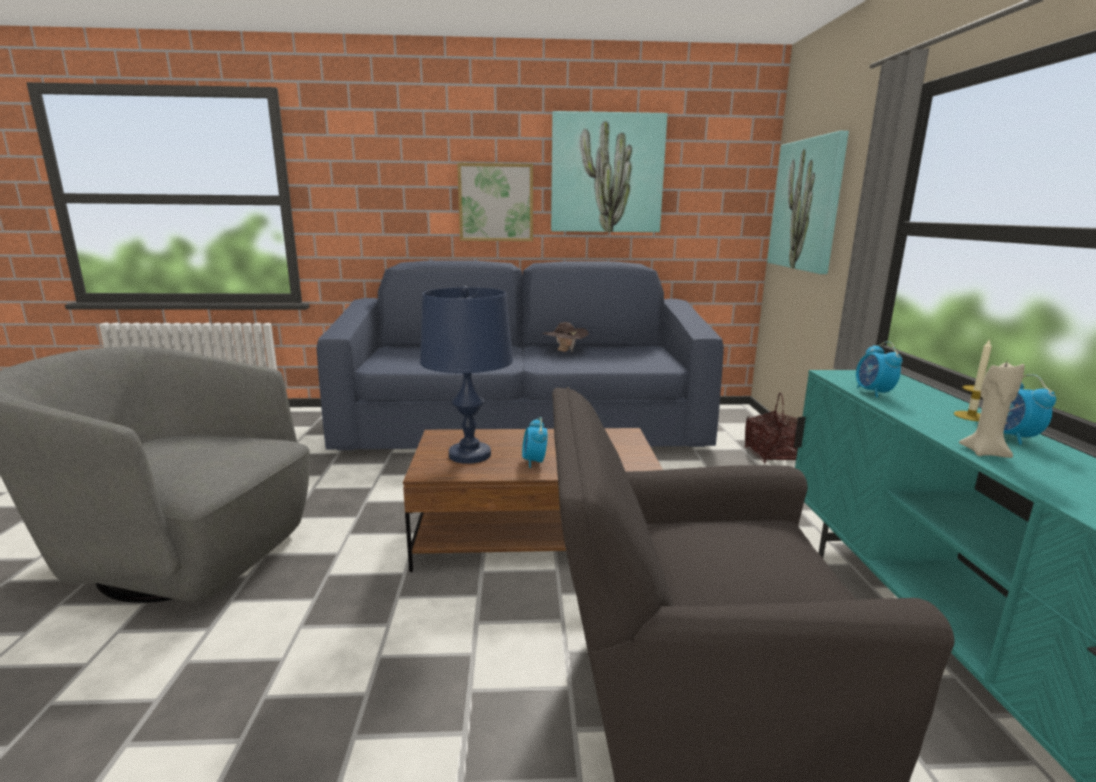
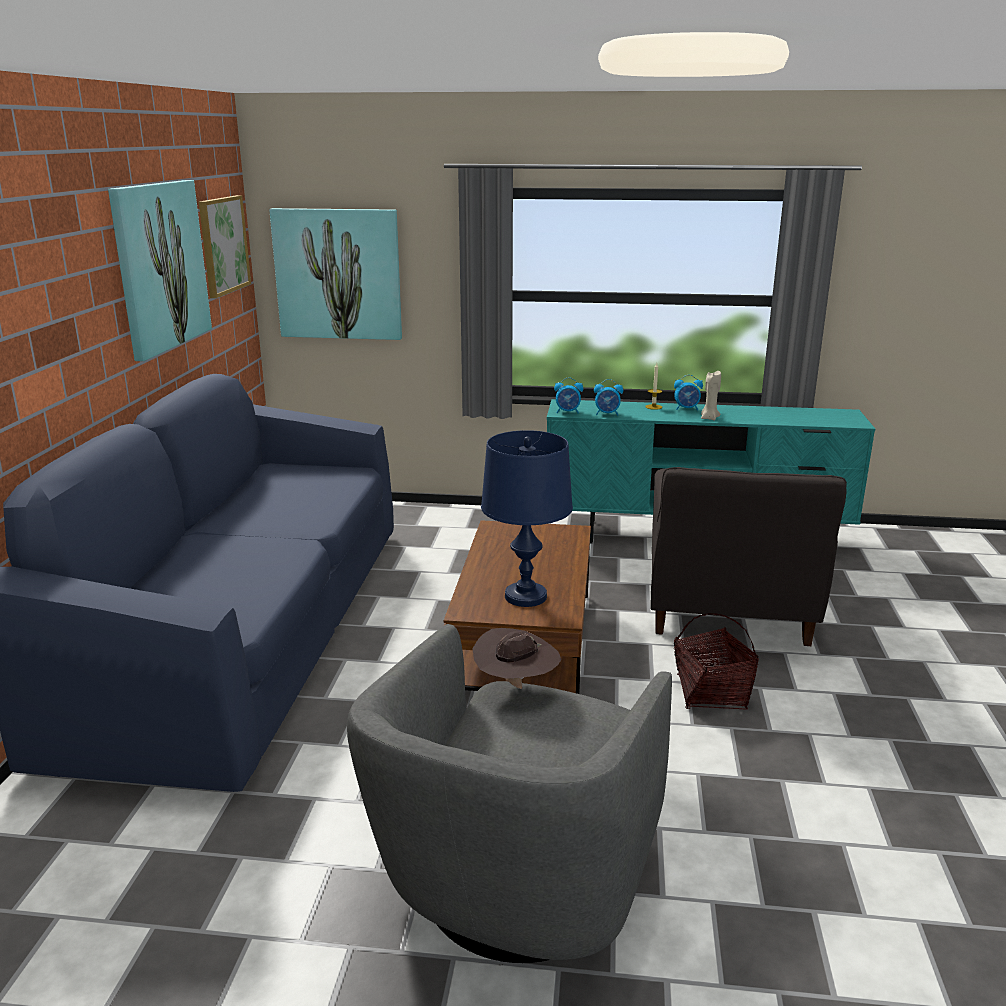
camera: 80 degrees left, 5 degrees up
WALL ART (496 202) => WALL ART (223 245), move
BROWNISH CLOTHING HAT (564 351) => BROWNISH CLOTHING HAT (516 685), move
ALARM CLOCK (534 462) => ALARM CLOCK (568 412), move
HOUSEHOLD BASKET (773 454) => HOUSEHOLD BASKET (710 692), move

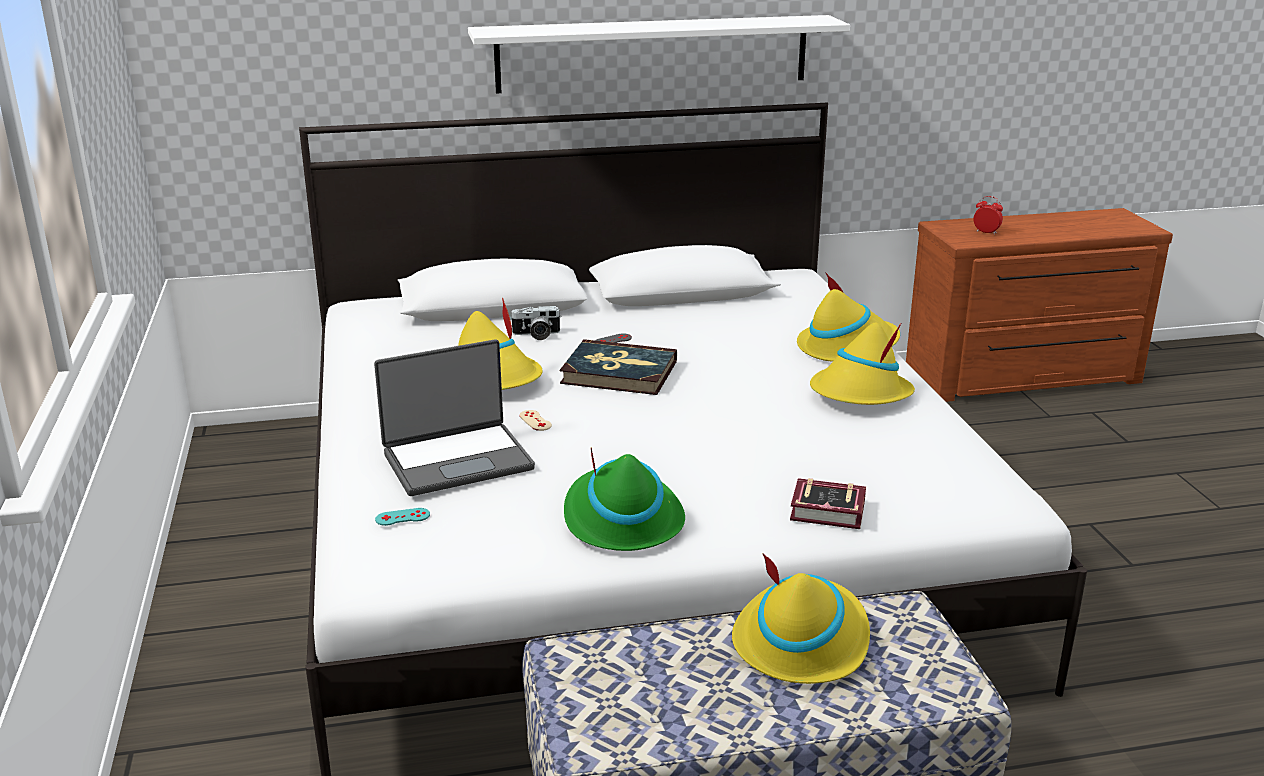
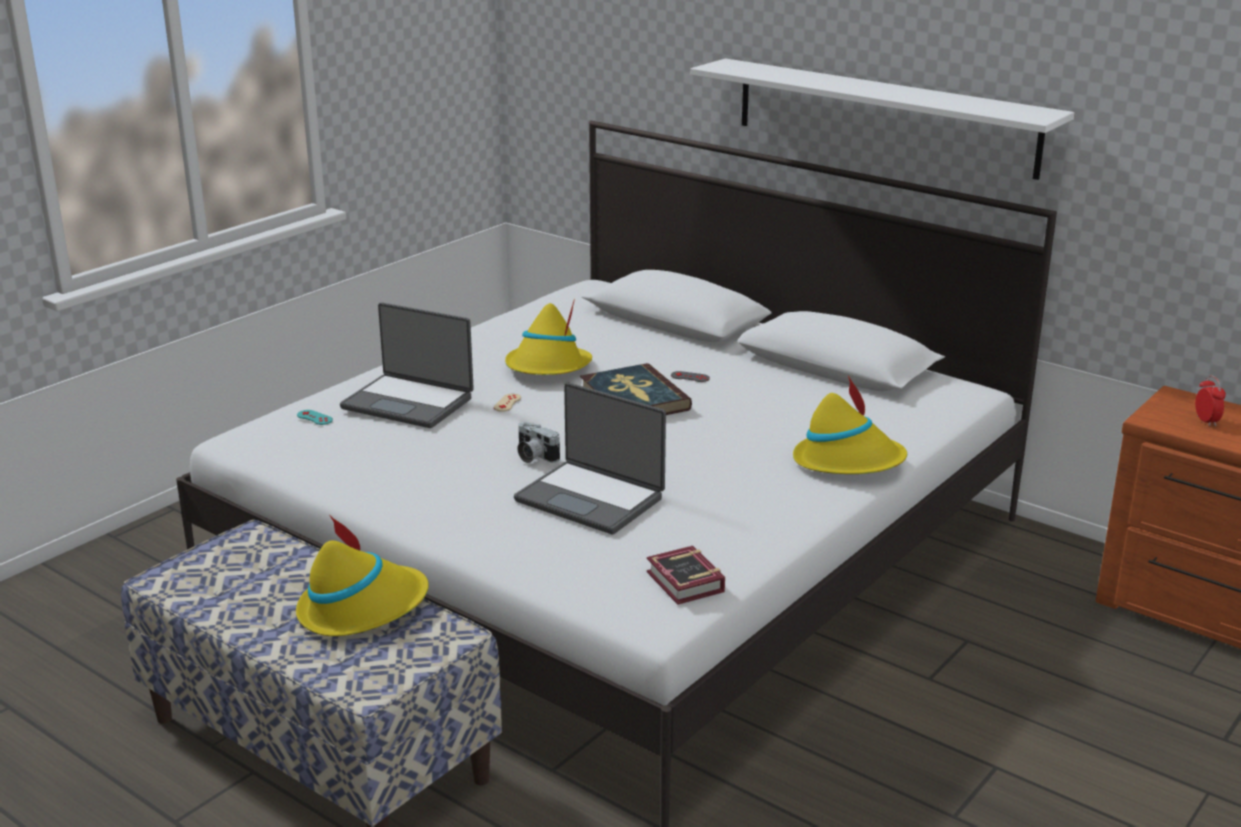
camera: 50 degrees right, 0 degrees up
nothing => LAPTOP (591 498)
STILL CAMERA (536 335) => STILL CAMERA (533 456), move
BOUND BOOK (830 512) => BOUND BOOK (685 584), move
GREENISH CLOTHING HAT (621 518) => nothing
YELLOW CLOTHING HAT (859 394) => nothing

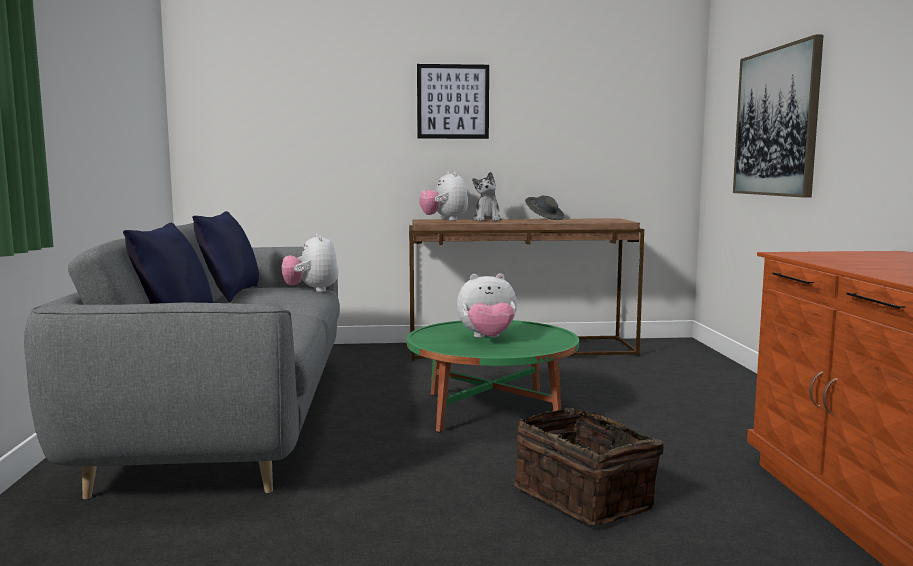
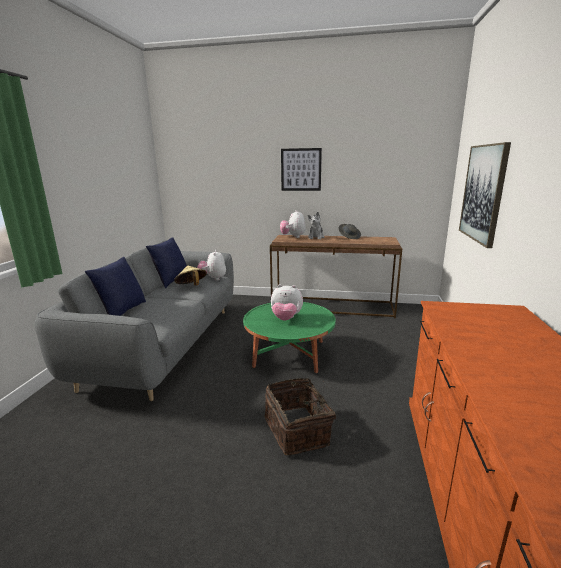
camera: 15 degrees right, 10 degrees up
nothing => SAND-COLOURED CLOTHING HAT (191 286)

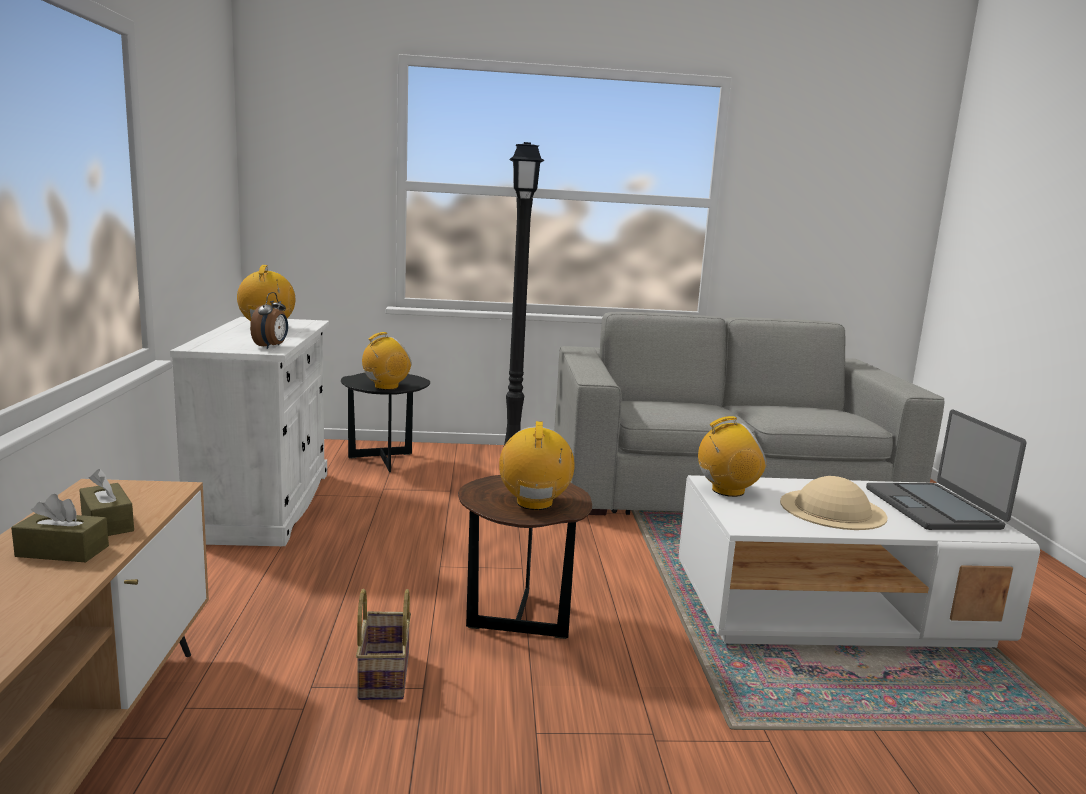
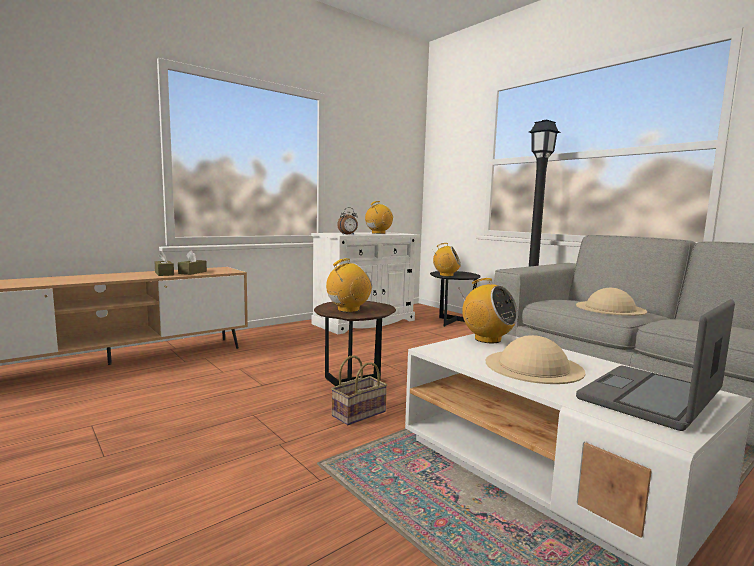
camera: 55 degrees right, 5 degrees down
HOUSEHOLD BASKET (382 674) => HOUSEHOLD BASKET (359 413), move
nothing => SAND-COLOURED CLOTHING HAT (610 308)

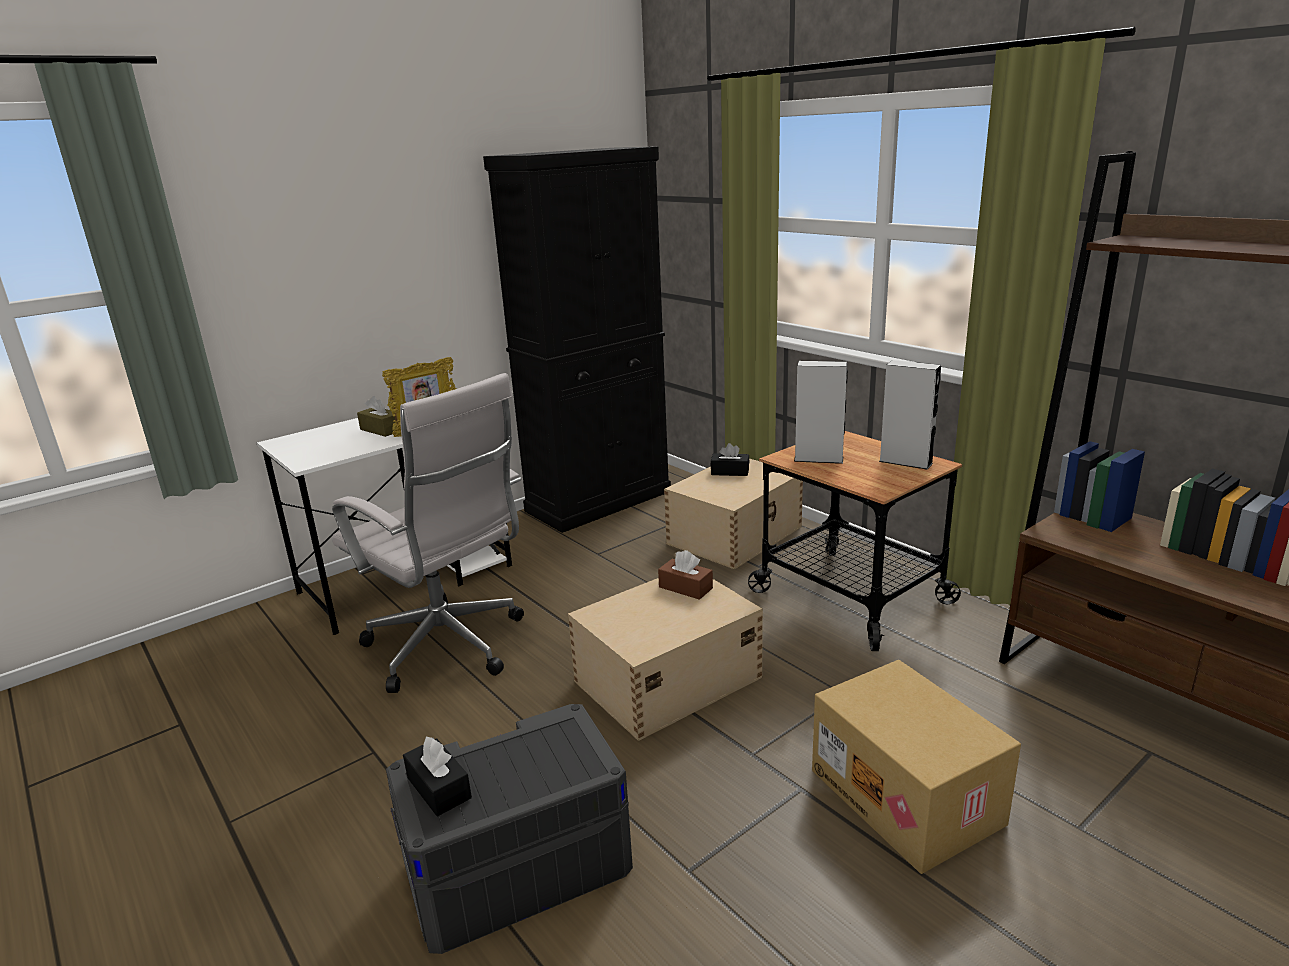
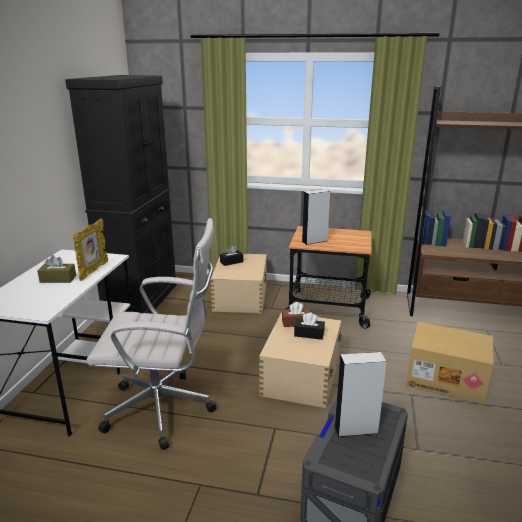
camera: 40 degrees left, 0 degrees up
BLACK-COLOURED TISSUE BOX (439 788) => BLACK-COLOURED TISSUE BOX (309 334), move
GREYISH LOUDSPEAKER (905 462) => GREYISH LOUDSPEAKER (356 429), move

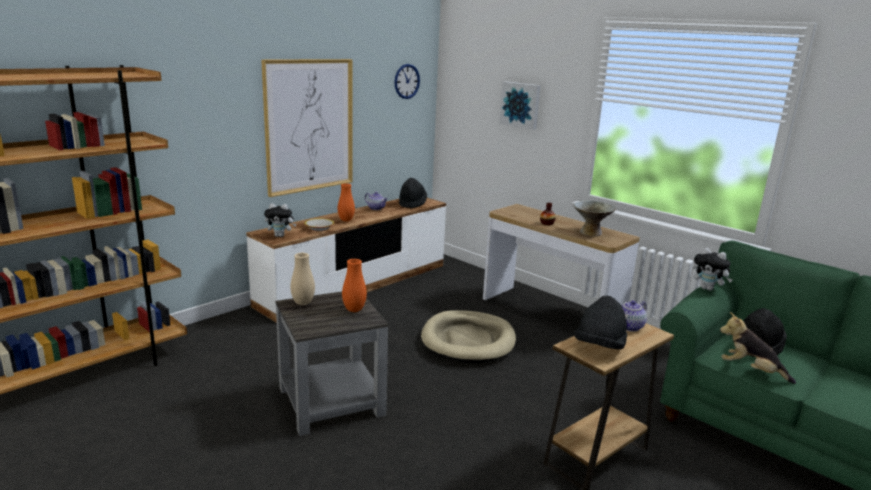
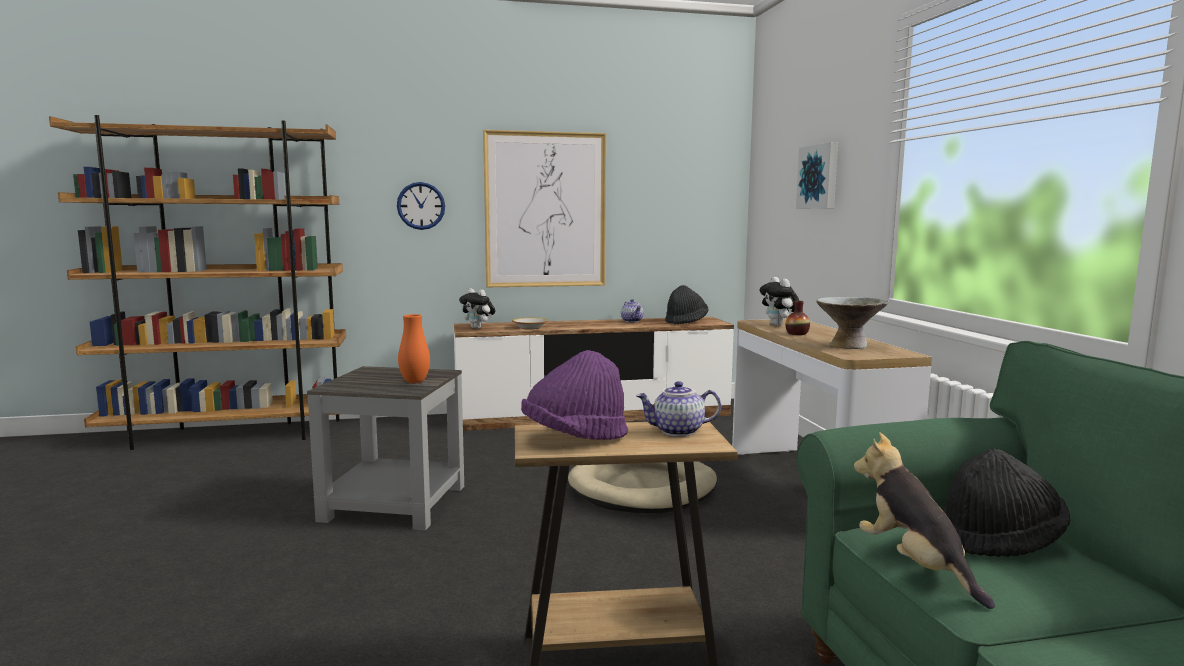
camera: 35 degrees right, 10 degrees down
HANGING CLOCK (407 81) => HANGING CLOCK (421 206), move
BLACK-COLOURED CLOTHING HAT (599 346) => PURPLISH CLOTHING HAT (575 437)
CUDDLY TOY (708 289) => CUDDLY TOY (779 325), move
SAND-COLOURED DECORATIVE VASE (303 303) => nothing
ORANGEY DECORATIVE VASE (346 220) => nothing

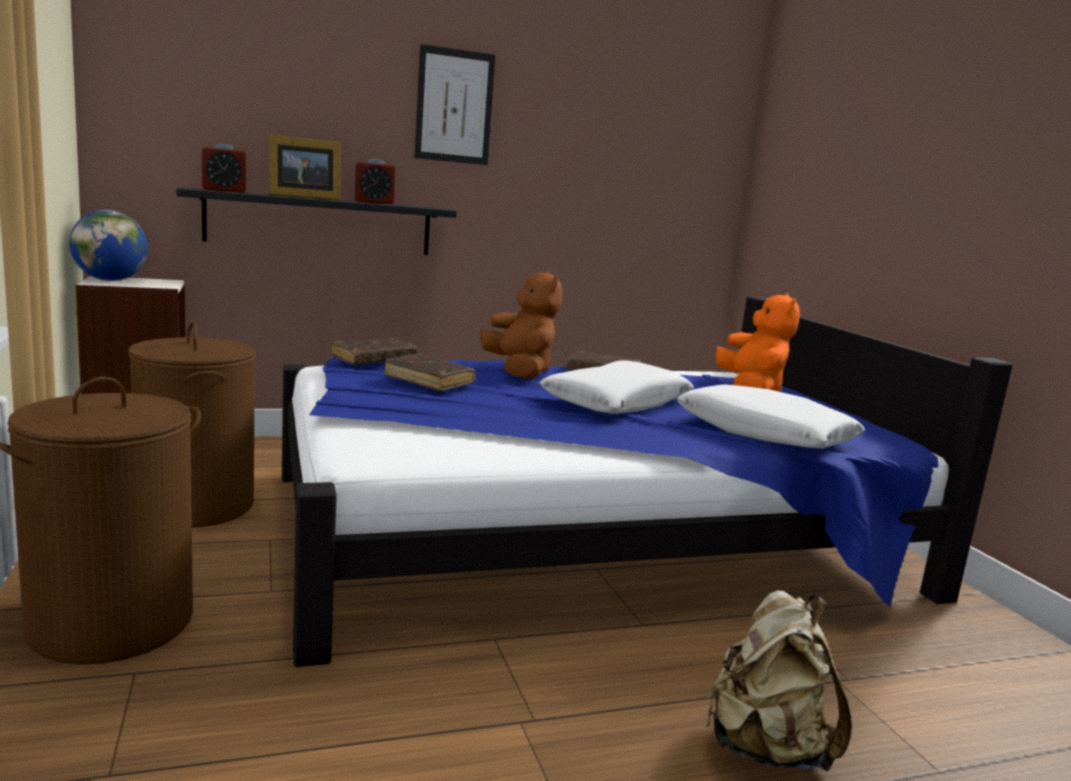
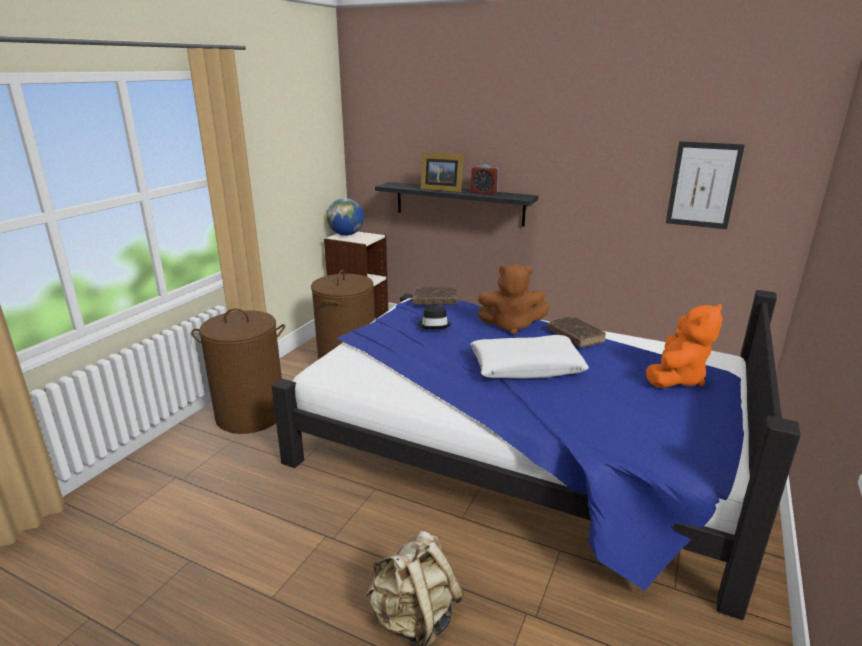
camera: 45 degrees right, 10 degrees up
BROWNISH BOUND BOOK (429 381) => BLACK-COLOURED CLOTHING HAT (434 325)
BROWNISH CUDDLY TOY (519 372) => BROWNISH CUDDLY TOY (511 326), 75 degrees clockwise
WALL ART (454 106) => WALL ART (703 185), move
ALARM CLOCK (223 191) => nothing
WHITE THROW PILLOW (764 434) => nothing

